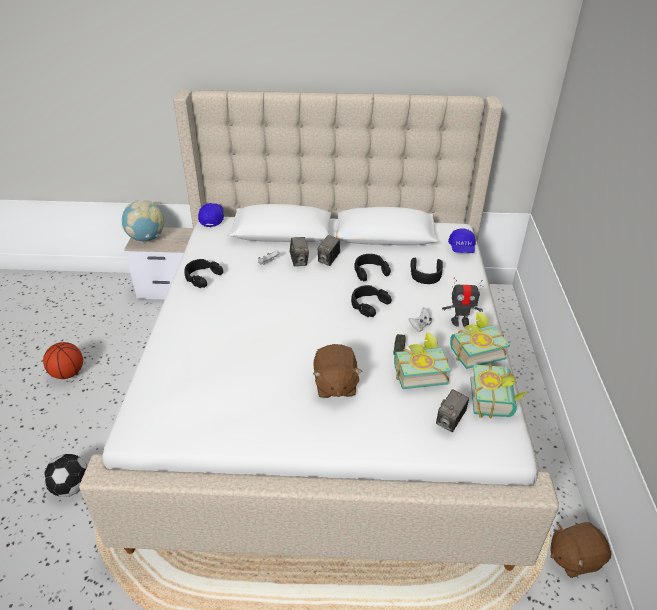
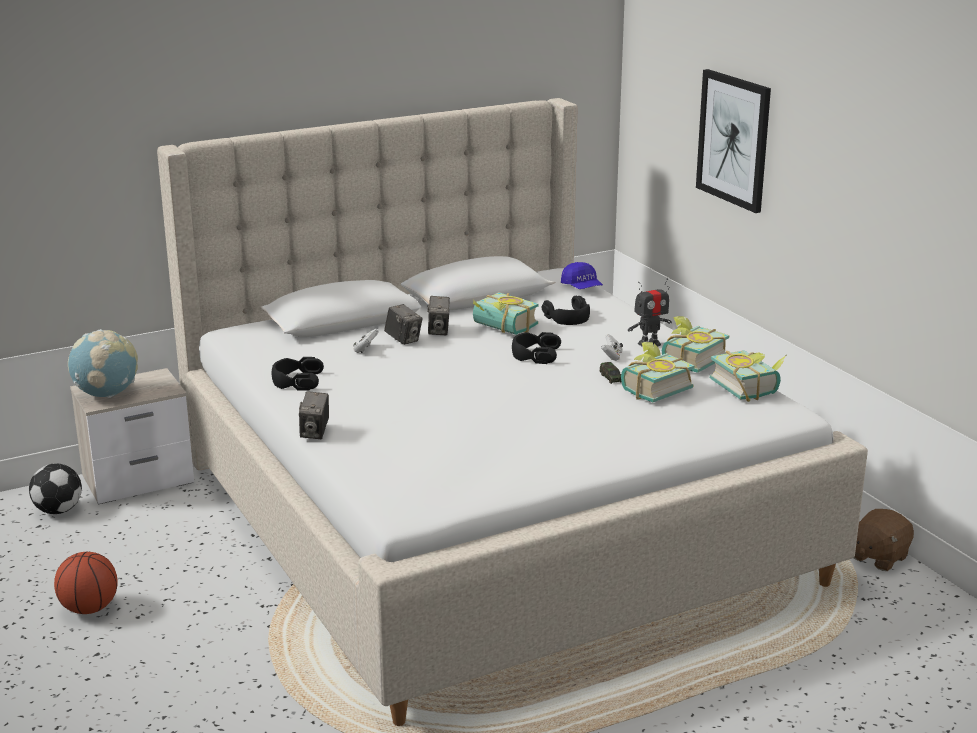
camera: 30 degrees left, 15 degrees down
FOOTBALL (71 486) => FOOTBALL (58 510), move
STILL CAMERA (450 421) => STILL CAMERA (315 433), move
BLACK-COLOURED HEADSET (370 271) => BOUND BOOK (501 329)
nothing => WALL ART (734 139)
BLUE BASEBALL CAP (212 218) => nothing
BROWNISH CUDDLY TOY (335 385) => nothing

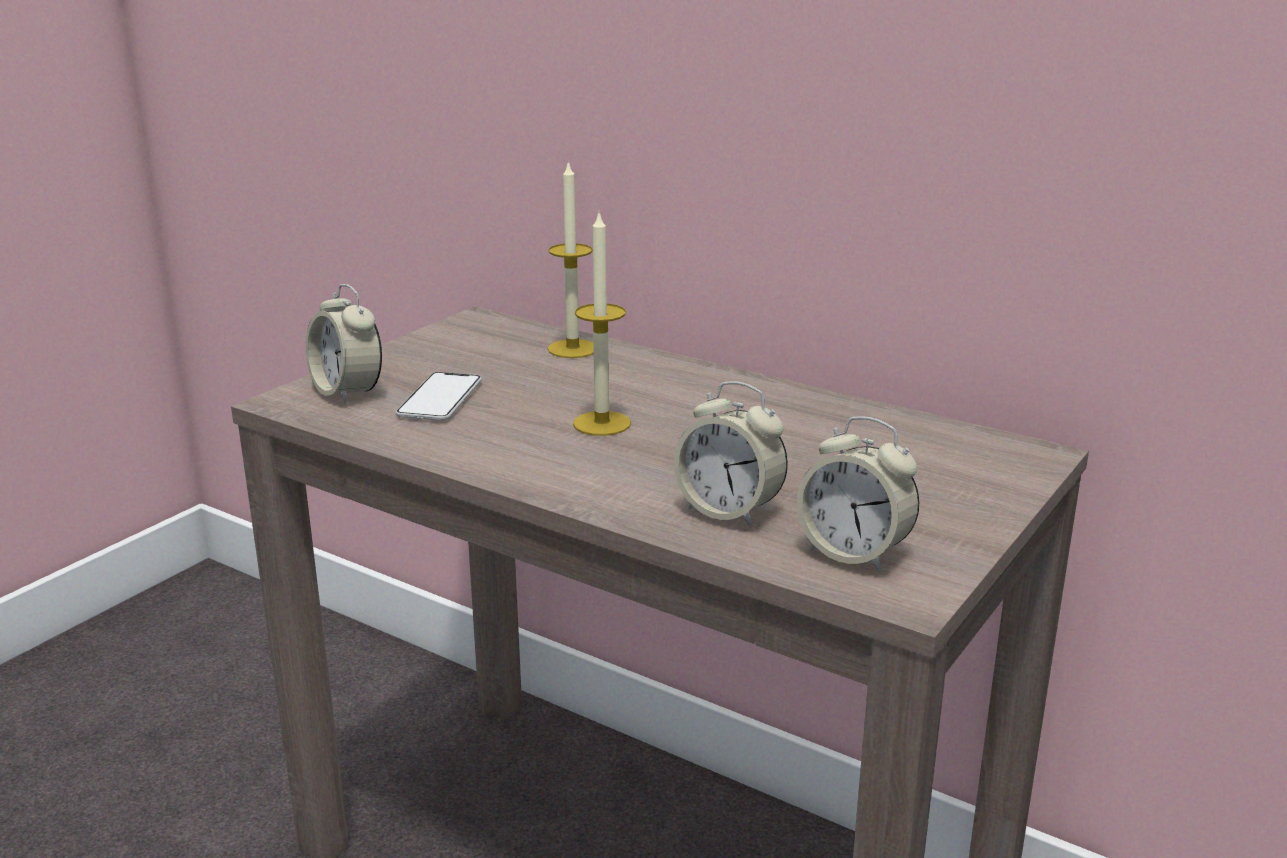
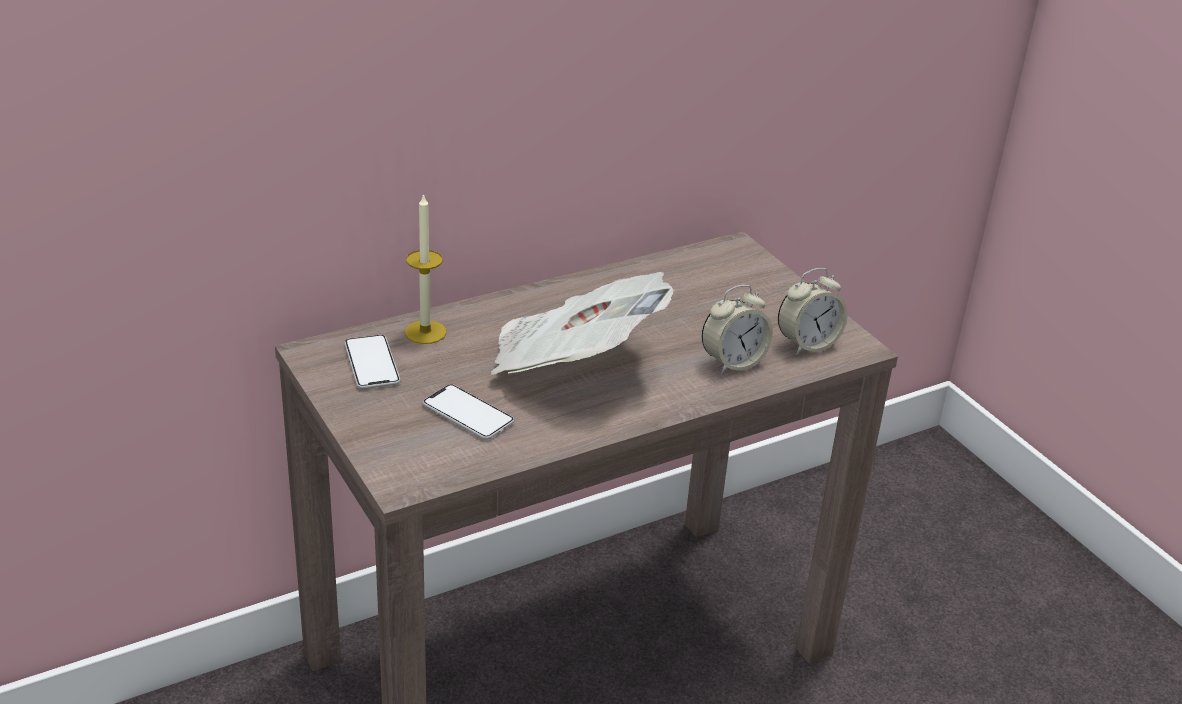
camera: 65 degrees left, 10 degrees up
nothing => PHONE (372 363)
CANDLE (602 423) => DAILY PAPER (573 363)
ALARM CLOCK (347 392) => nothing

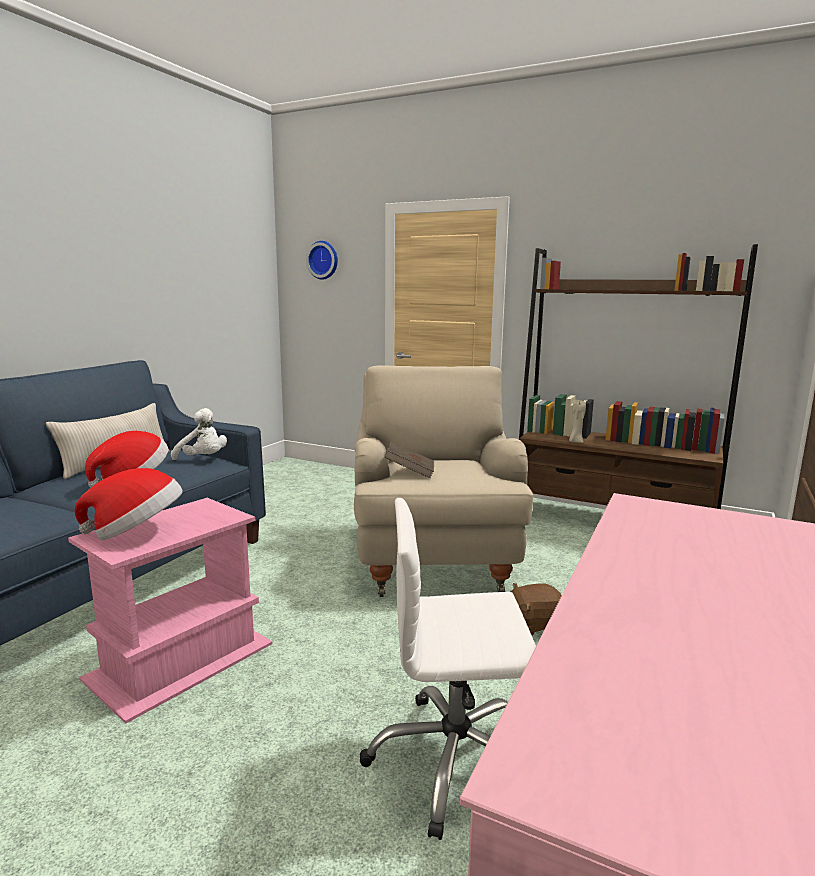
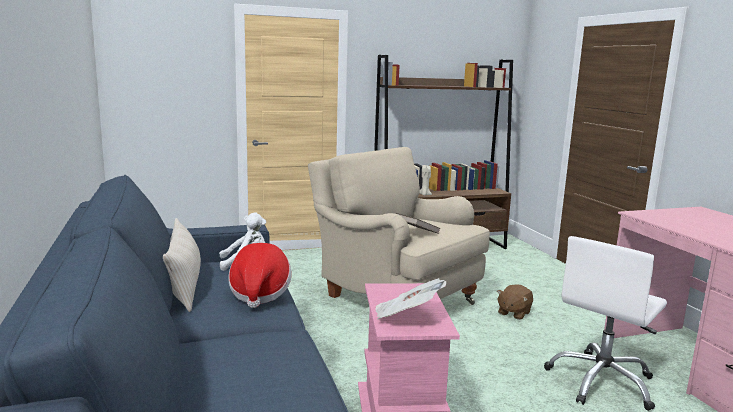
camera: 45 degrees left, 0 degrees up
CLOTHING HAT (137 532) => DAILY PAPER (406 316)
HANGING CLOCK (323 260) => nothing

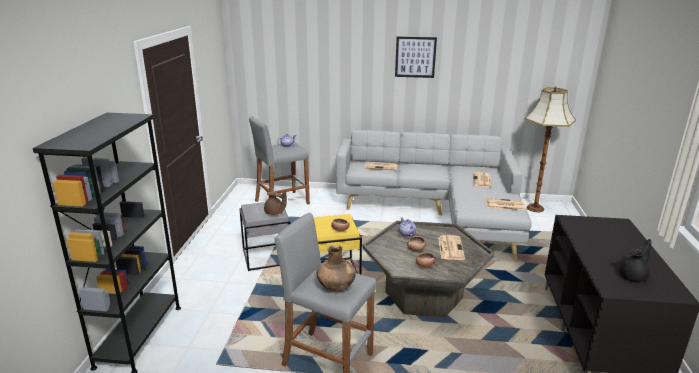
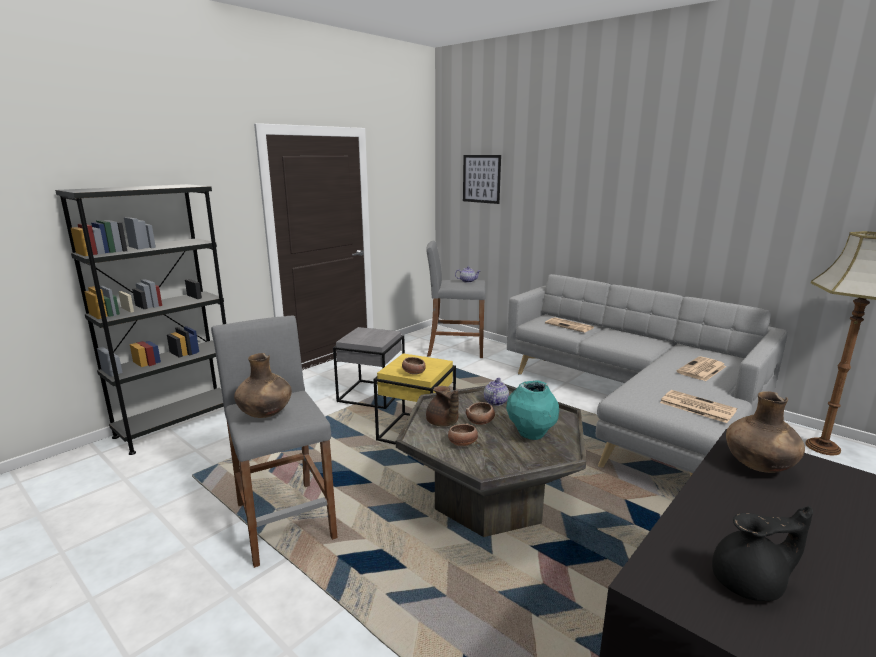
camera: 35 degrees right, 5 degrees down
BROWNISH POT FOR TEA (275 213) => BROWNISH POT FOR TEA (443 423), move
WALL ART (415 57) => WALL ART (481 179), move
DAILY PAPER (450 248) => BLUE-GREEN DECORATIVE VASE (531 435)
nothing => BROWNISH DECORATIVE VASE (758 466)

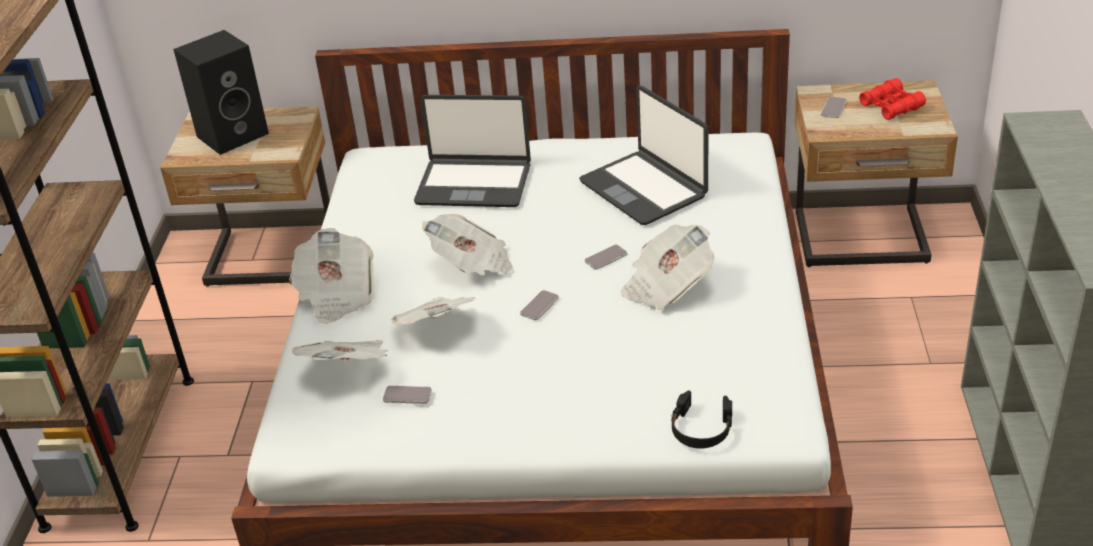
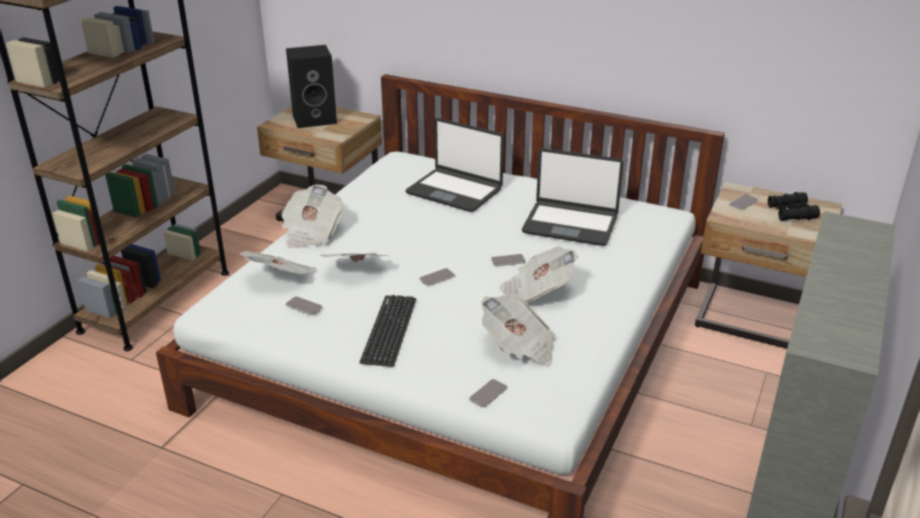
camera: 20 degrees right, 5 degrees down
nothing => PC KEYBOARD (389 330)
BLACK-COLOURED HEADSET (701 428) => PHONE (488 394)
DAILY PAPER (473 265) => DAILY PAPER (519 347), move
LAPTOP (644 189) => LAPTOP (570 224), 60 degrees counterclockwise
RED-COLOURED PAIR OF BINOCULARS (891 106) => BLACK-COLOURED PAIR OF BINOCULARS (791 213)

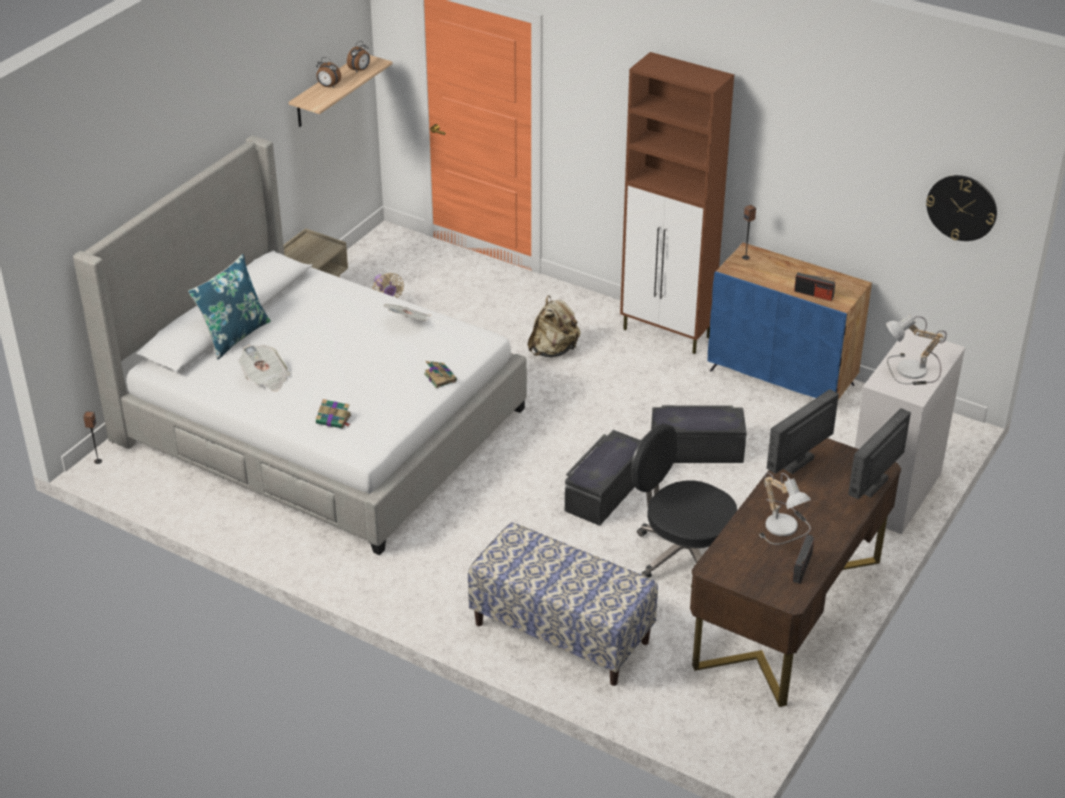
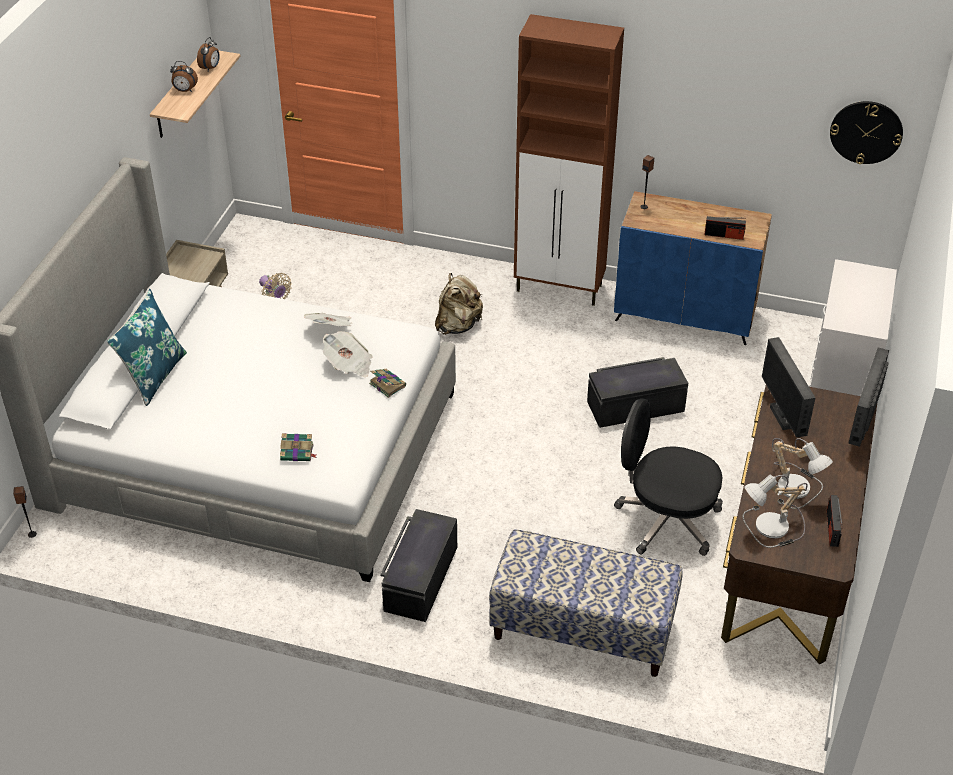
camera: 15 degrees left, 5 degrees up
DAILY PAPER (266 378) => DAILY PAPER (349 365), move
BLACK-COLOURED STORAGE CONTAINER (604 491) => BLACK-COLOURED STORAGE CONTAINER (419 578), move
TABLE LAMP (910 372) => TABLE LAMP (771 529), move
COMPUTER SCREEN (799 464) => COMPUTER SCREEN (782 417), 45 degrees counterclockwise

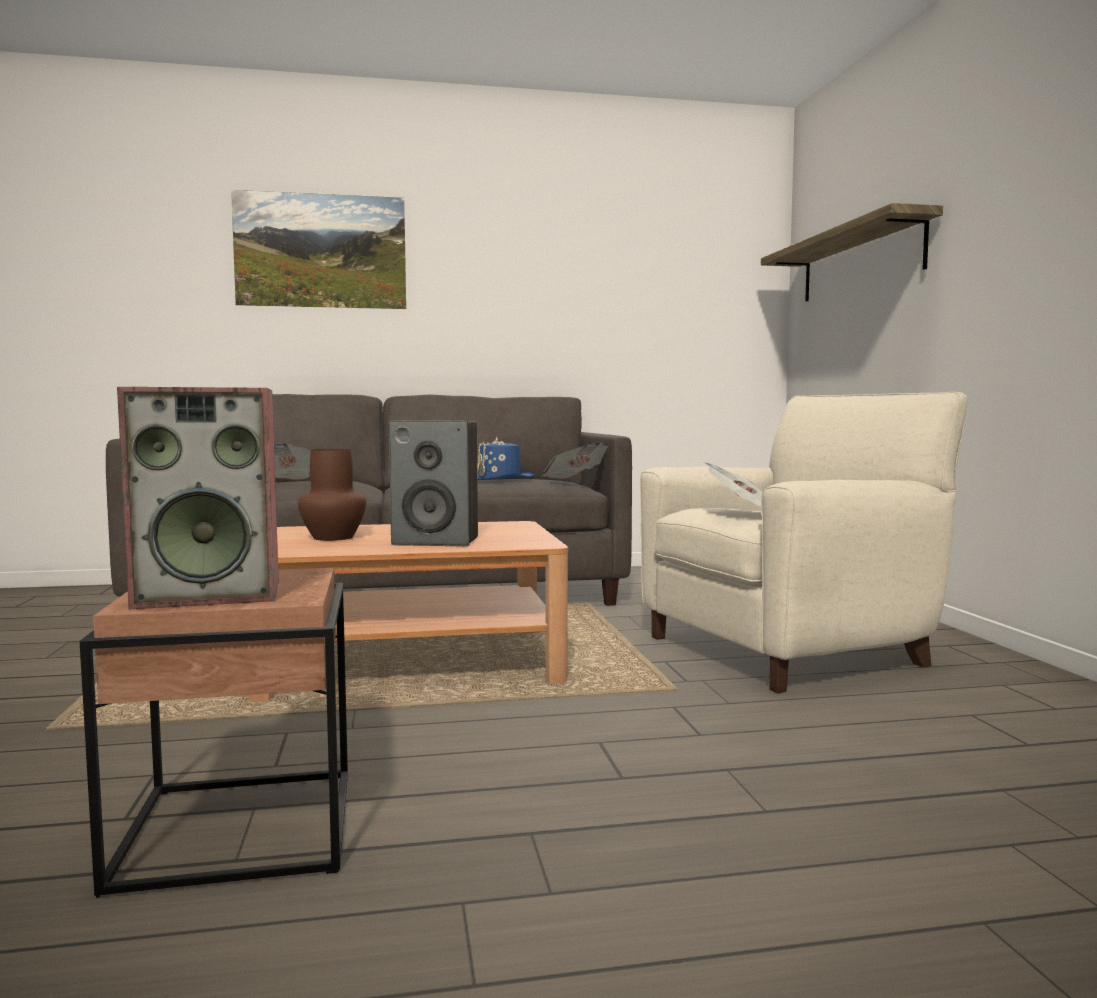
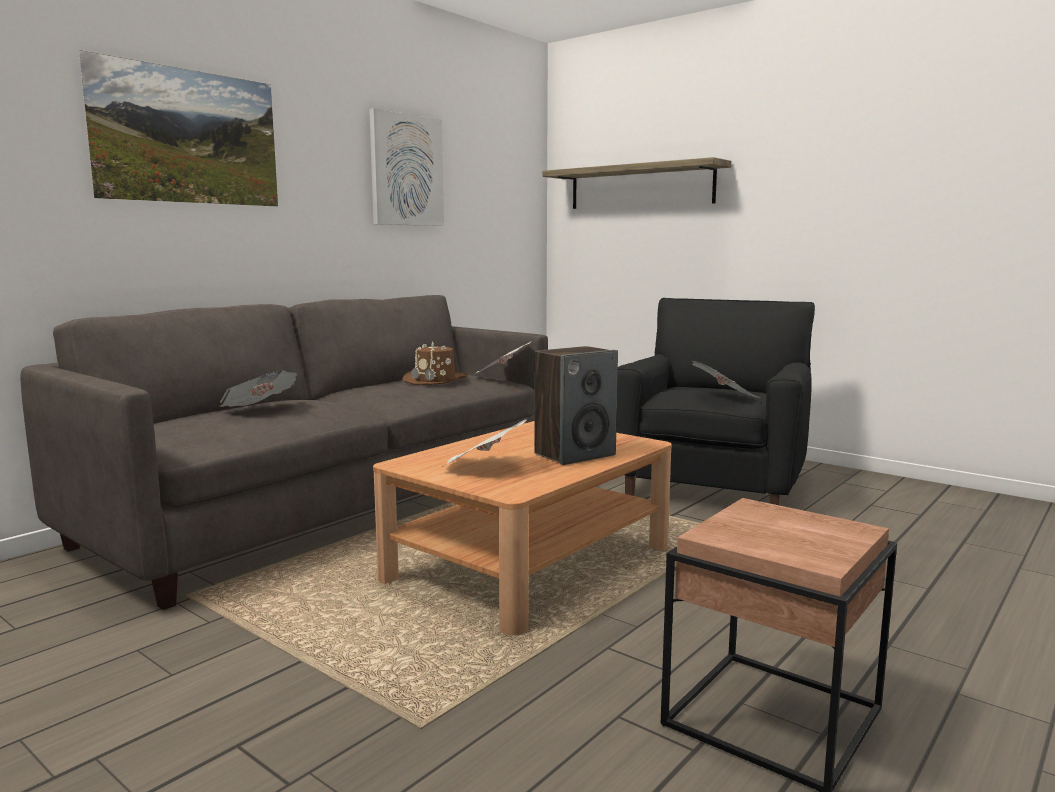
camera: 40 degrees left, 5 degrees up
nothing => WALL ART (406 170)
BLUE CLOTHING HAT (500 479) => BROWNISH CLOTHING HAT (435 380)
BROWNISH DECORATIVE VASE (332 537) => DAILY PAPER (482 467)
SAND-COLOURED LOUNGE CHAIR (789 650) => BLACK-COLOURED LOUNGE CHAIR (714 486)
LOUDSPEAKER (212 593) => nothing

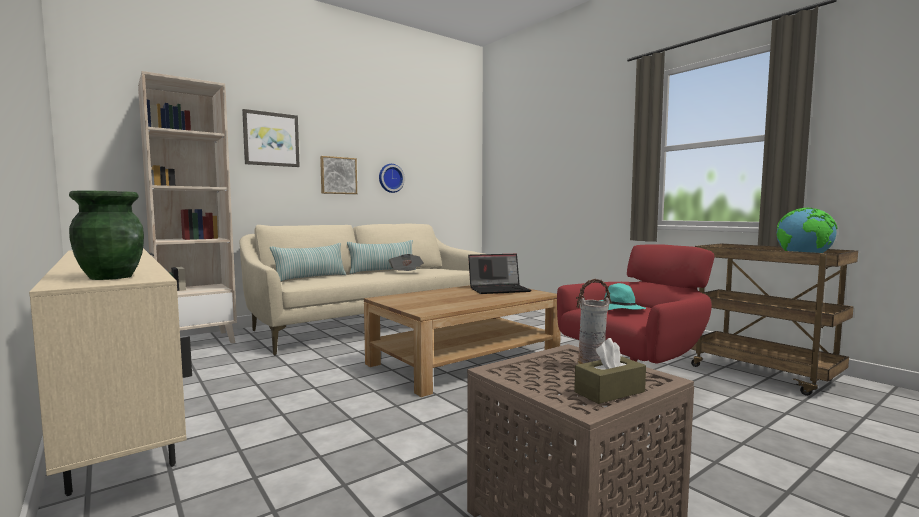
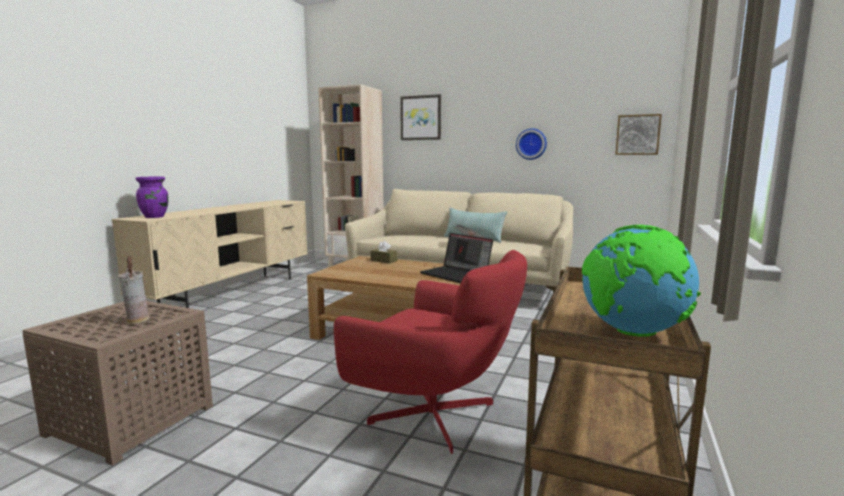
camera: 60 degrees right, 5 degrees up
GREENISH DECORATIVE VASE (112 277) => PURPLISH DECORATIVE VASE (155 217)
BROWNISH TISSUE BOX (609 392) => BROWNISH TISSUE BOX (383 261), move
WALL ART (338 175) => WALL ART (637 135), move
THROW PILLOW (310 278) => nothing
BLUE-GREEN CLOTHING HAT (618 309) => nothing

